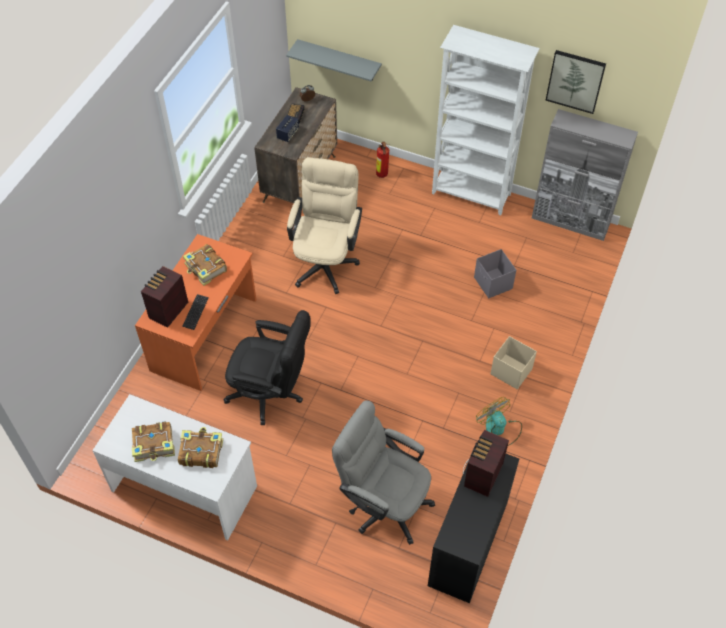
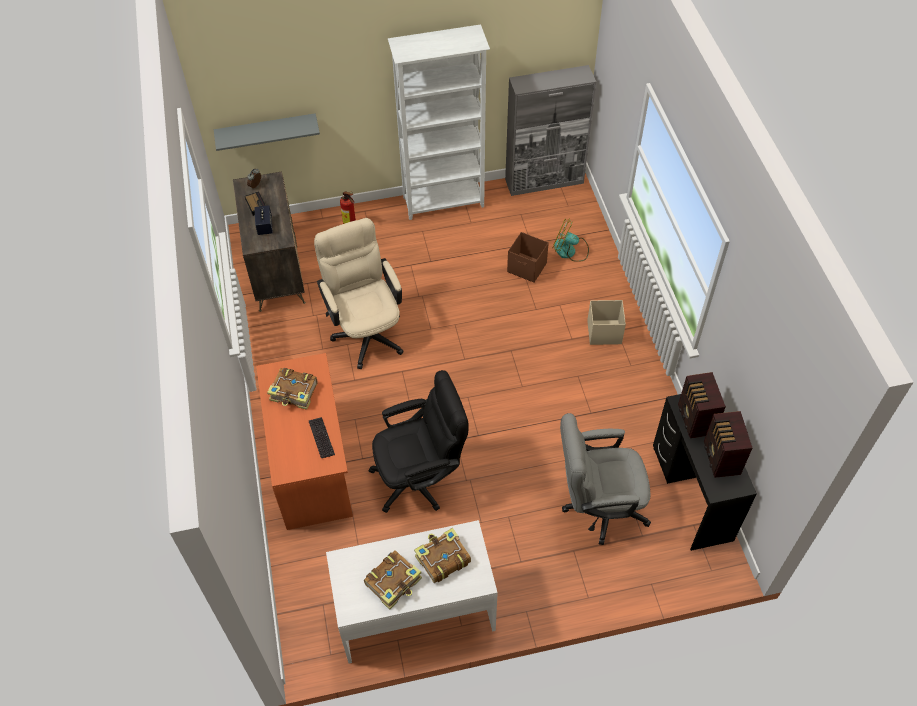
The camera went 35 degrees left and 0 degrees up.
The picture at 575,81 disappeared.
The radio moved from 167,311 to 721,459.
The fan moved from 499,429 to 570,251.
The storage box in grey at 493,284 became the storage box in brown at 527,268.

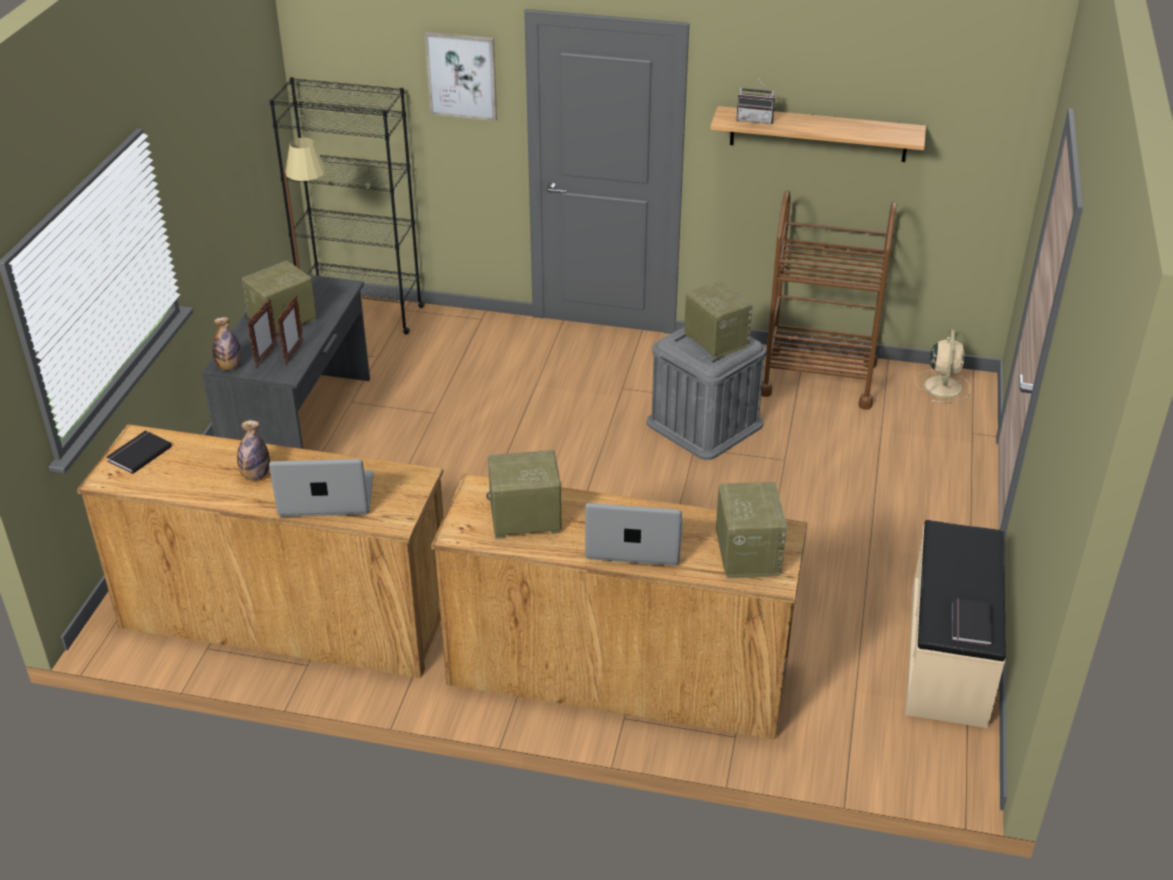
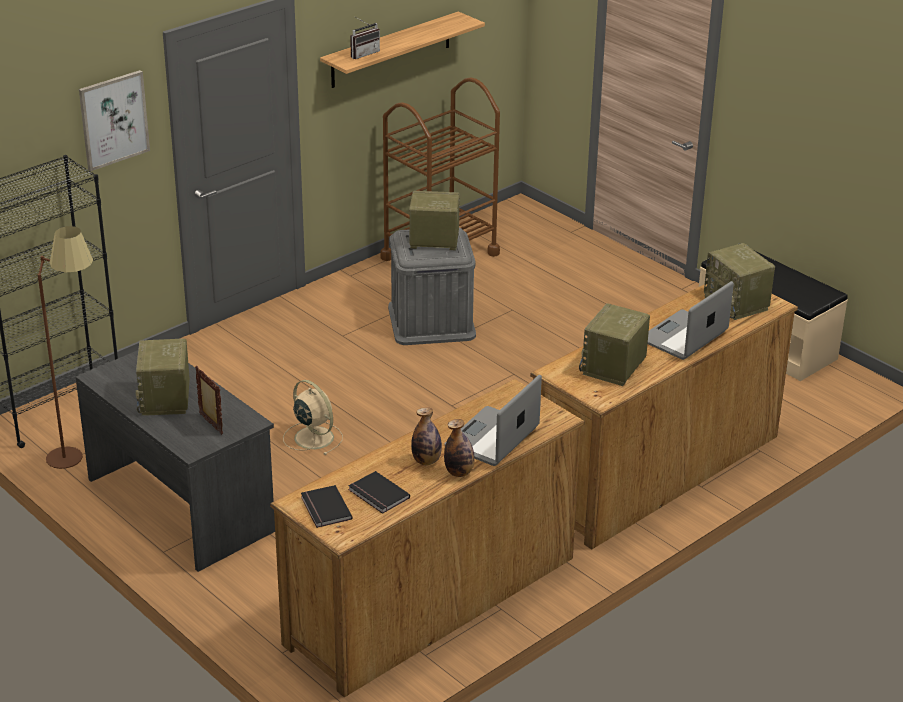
The camera went 55 degrees left and 5 degrees down.
The picture frame at 293,354 disappeared.
The bottle moved from 229,366 to 459,472.
The fan in beige moved from 942,386 to 312,437.
The book in black moved from 969,624 to 377,495.
The radio at 747,553 turned 150 degrees counterclockwise.

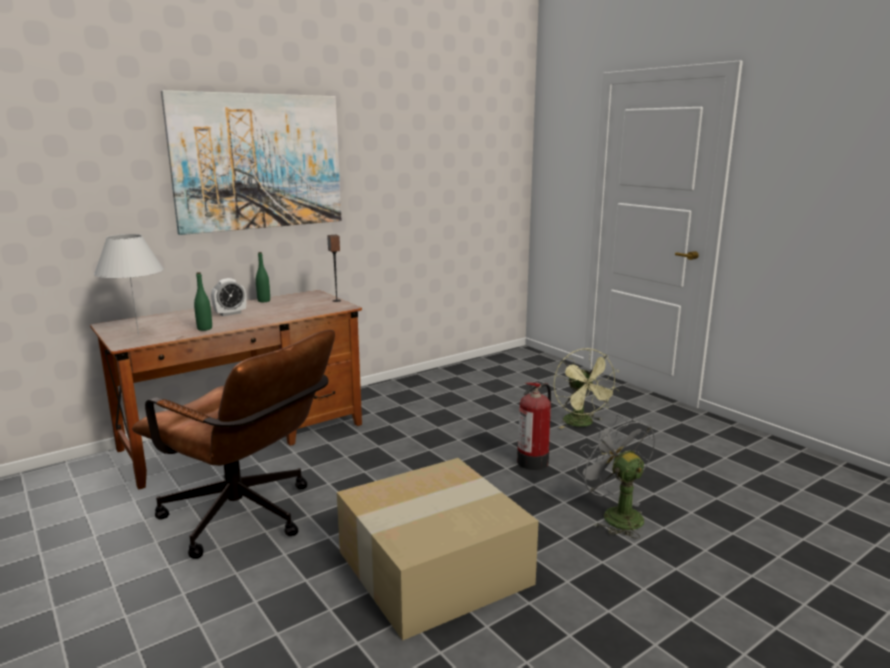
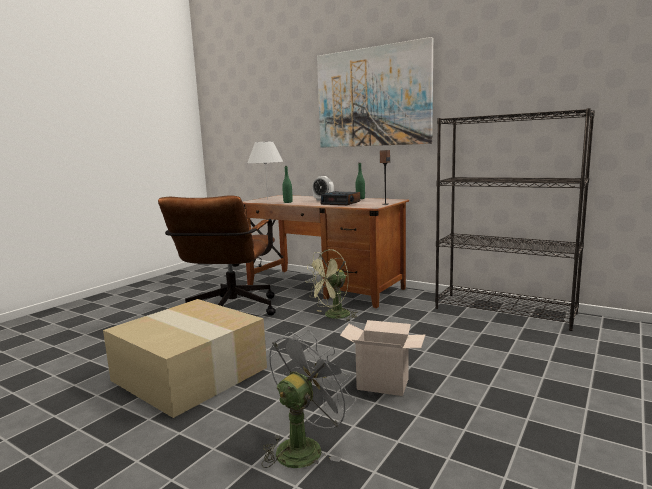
The camera went 70 degrees right and 5 degrees down.
The alarm clock at 341,203 appeared.
The bookcase in black at 505,311 appeared.
The fan in green moved from 582,424 to 333,316.
The fire extinguisher at 534,461 was replaced by the cardboard box at 384,384.

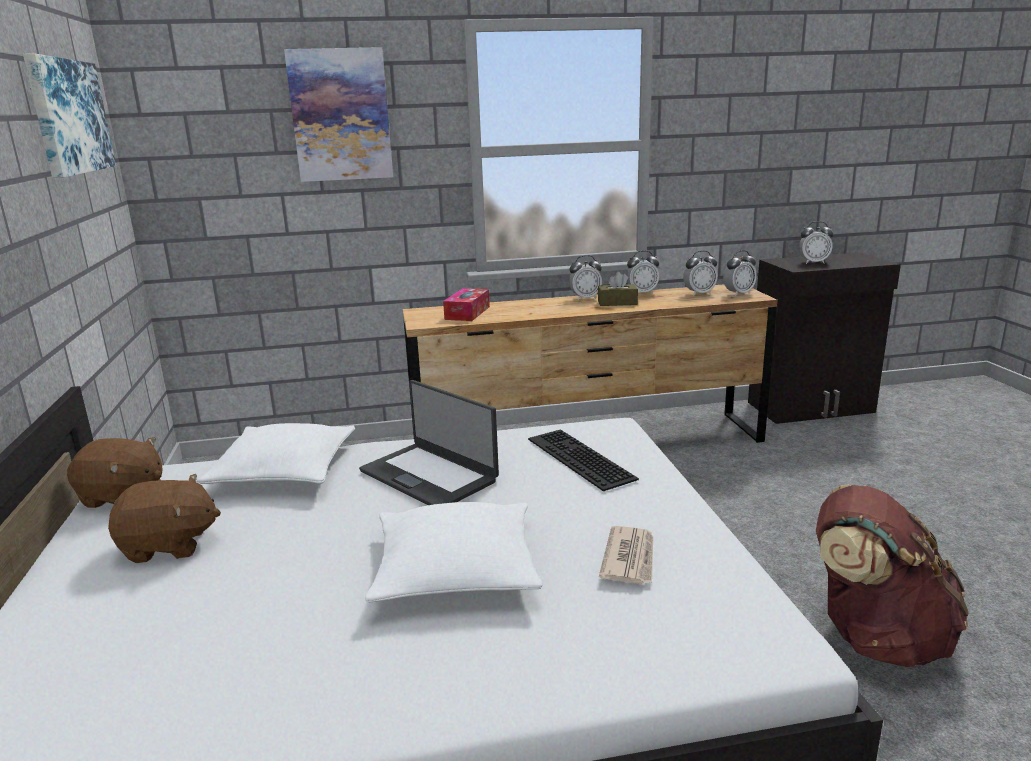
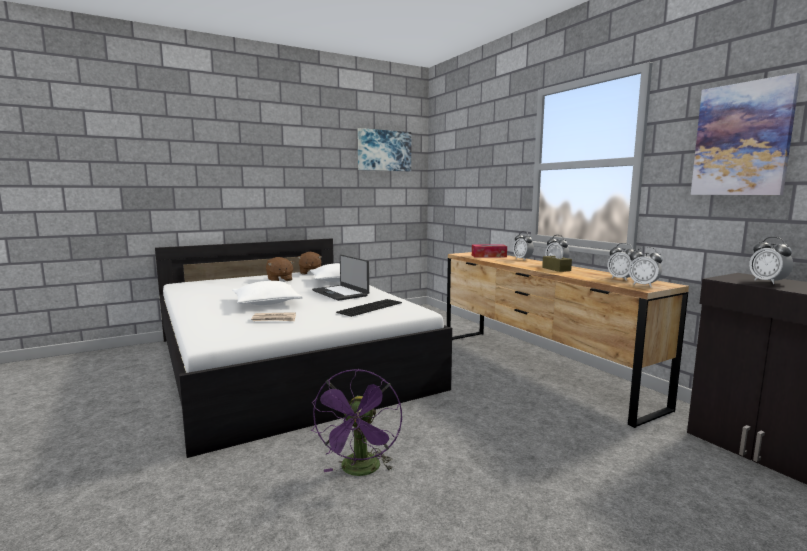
The camera went 70 degrees right and 10 degrees down.
The picture moved from 341,115 to 742,139.
The alarm clock moved from 642,293 to 522,259.
The backpack in brown at 875,636 was replaced by the fan in purple at 360,471.
The laptop at 429,475 turned 60 degrees counterclockwise.

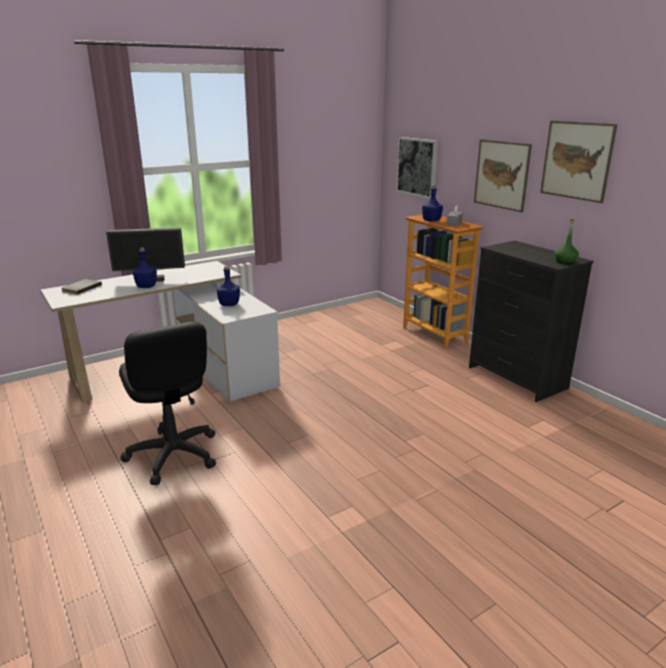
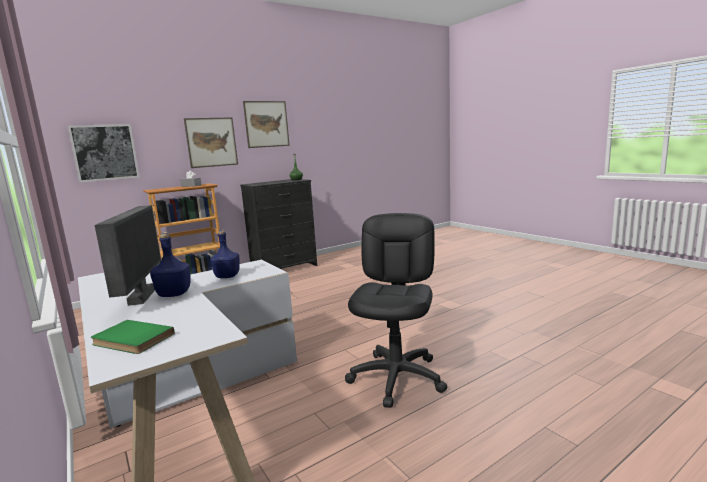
The camera went 90 degrees left and 10 degrees down.
The bottle in blue at 431,220 disappeared.
The book in grey at 80,288 became the book in green at 131,340.
The office chair in black at 173,455 turned 45 degrees counterclockwise.

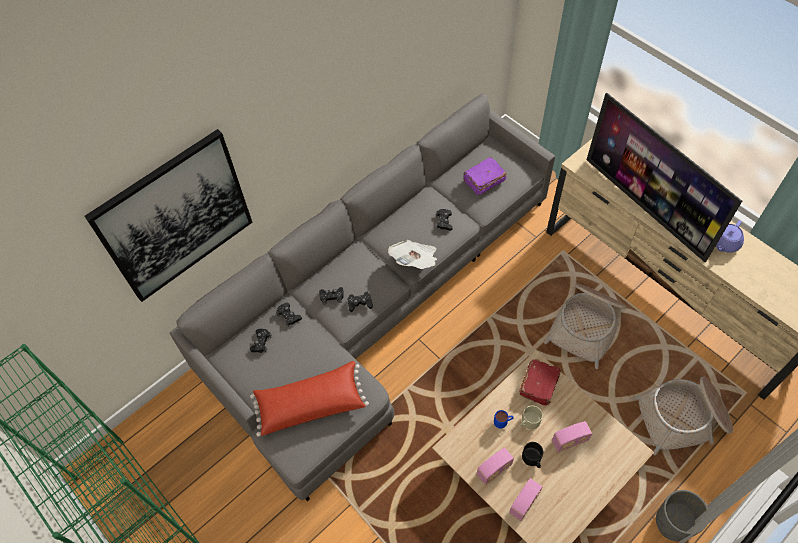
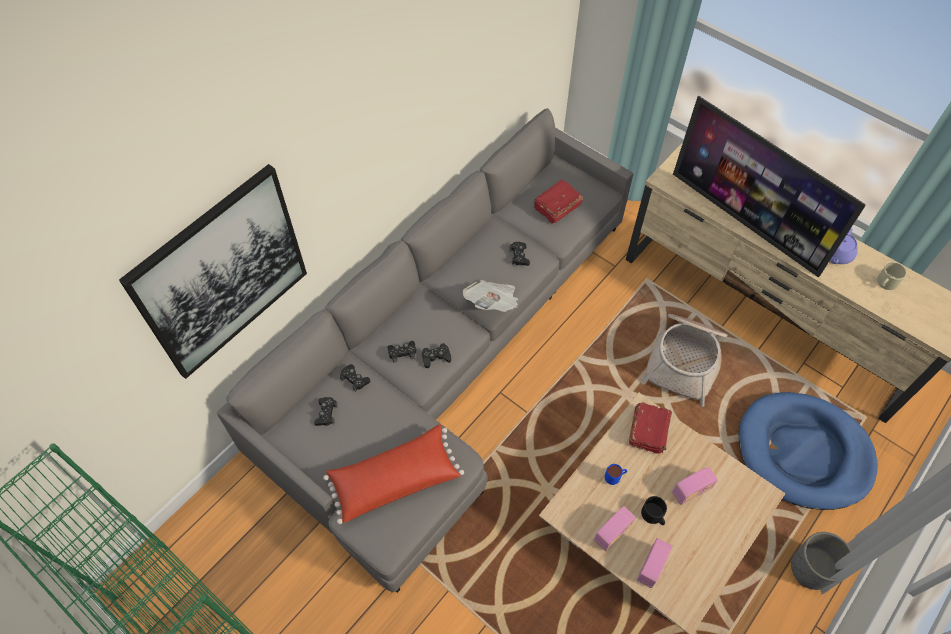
The camera went 10 degrees left and 0 degrees up.
The mug in beige moved from 529,422 to 885,283.
The basket at 683,419 was replaced by the dog bed in blue at 803,453.
The book in purple at 483,181 became the book in red at 556,207.

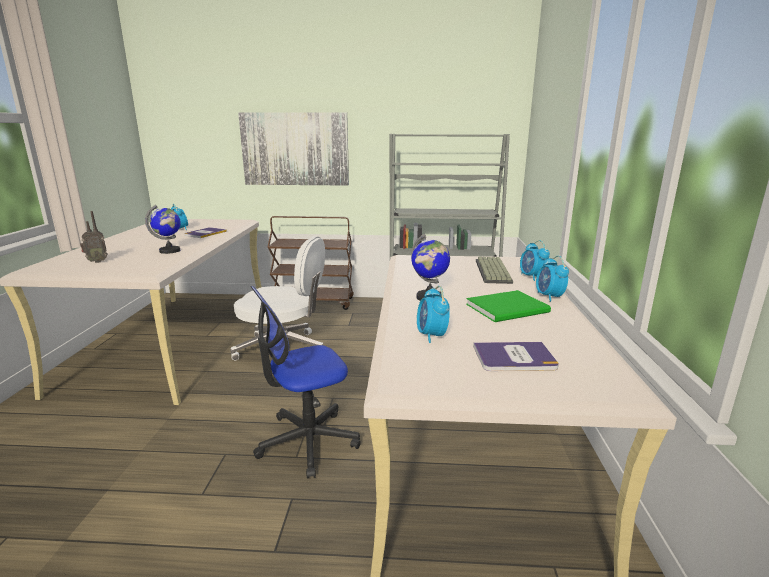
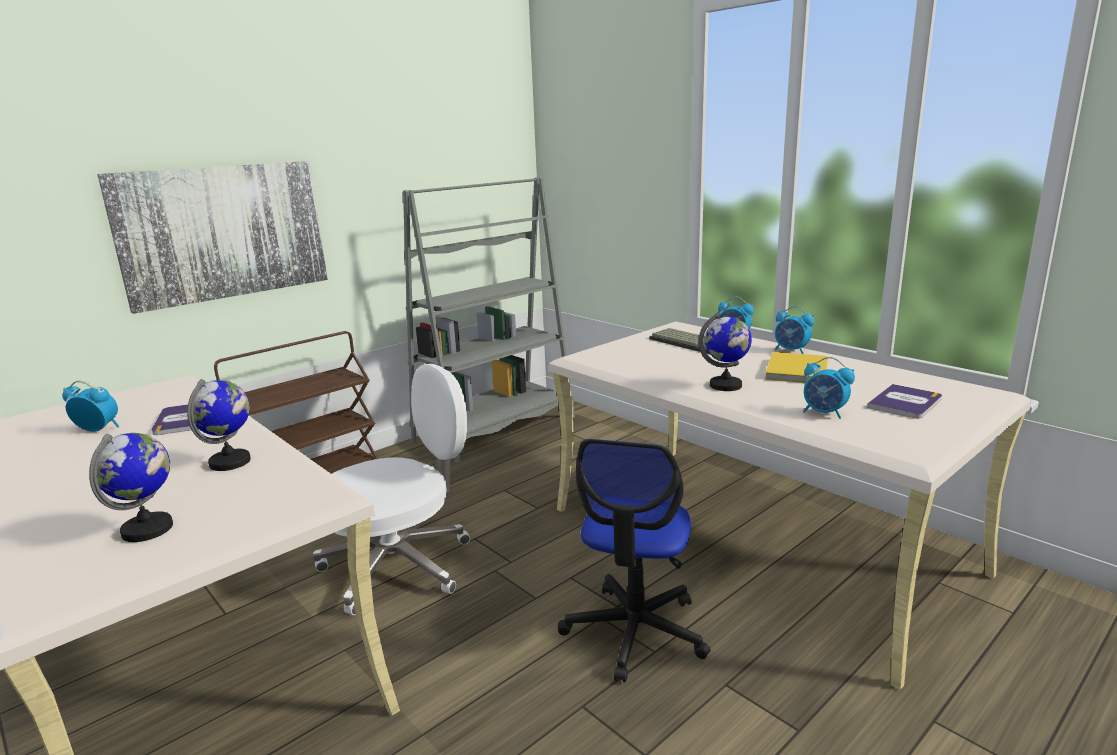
The camera went 45 degrees left and 0 degrees up.
The radio at 97,261 was replaced by the globe at 148,529.
The book in green at 510,308 became the book in yellow at 799,370.

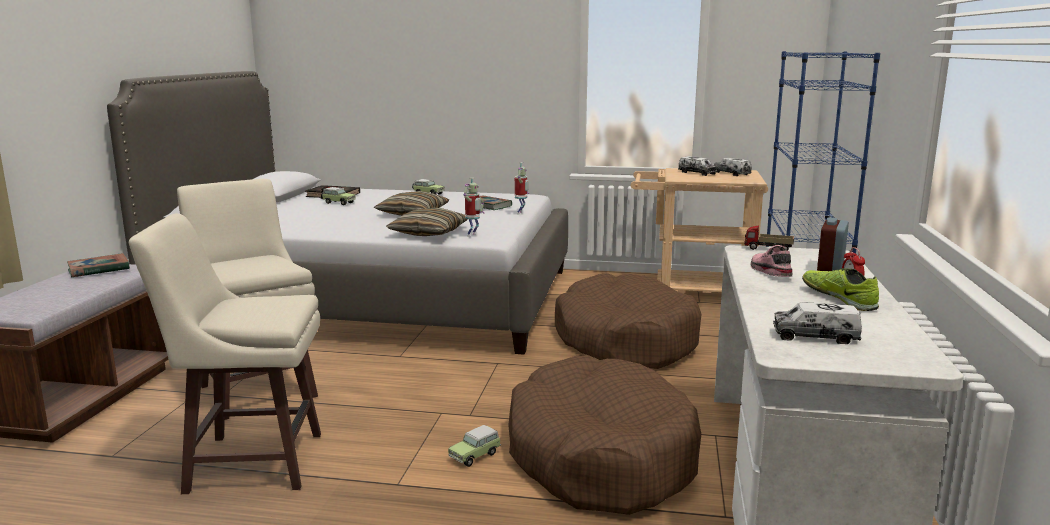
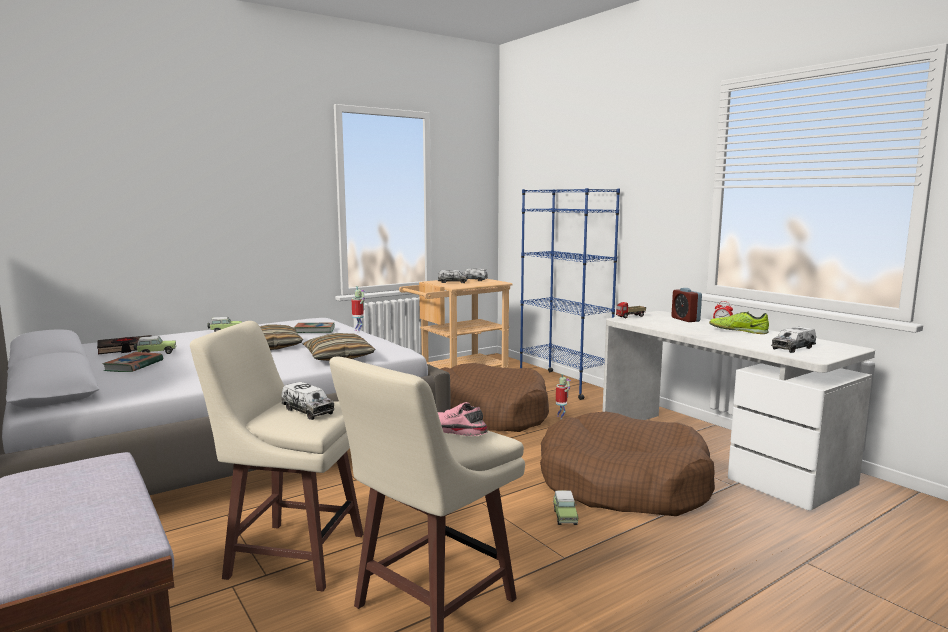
The camera went 45 degrees left and 5 degrees down.
The toy truck at 307,411 appeared.
The book moved from 99,269 to 134,366.
The toy robot moved from 473,235 to 561,417.
The shoe in pink moved from 769,272 to 455,431.

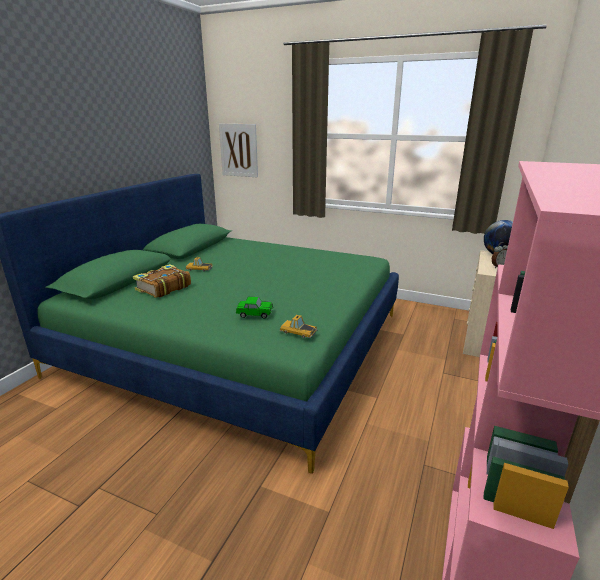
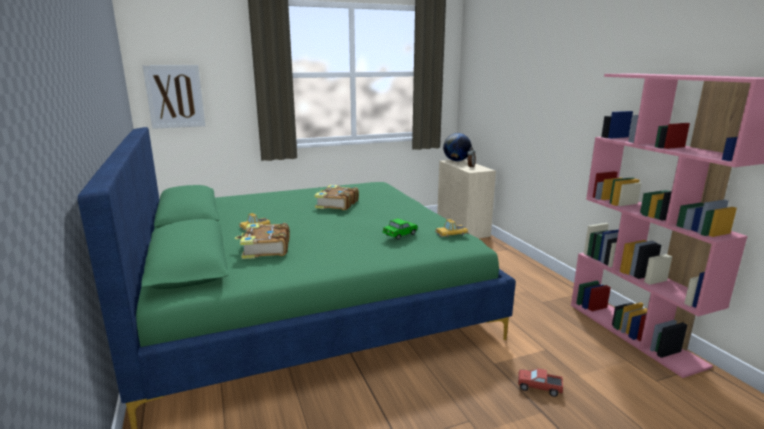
The camera went 45 degrees left and 5 degrees down.
The book at 336,204 appeared.
The toy truck at 539,388 appeared.

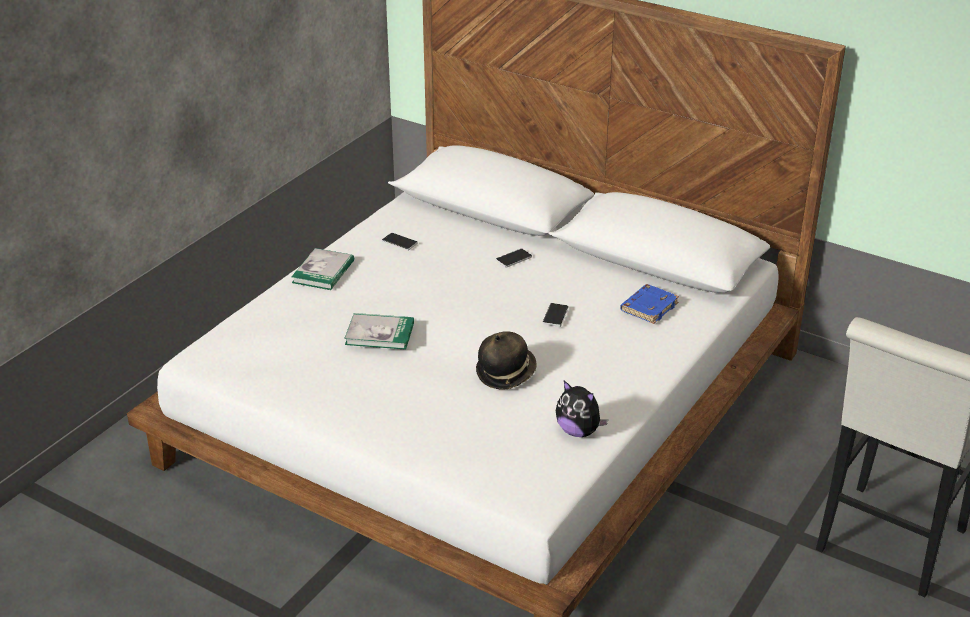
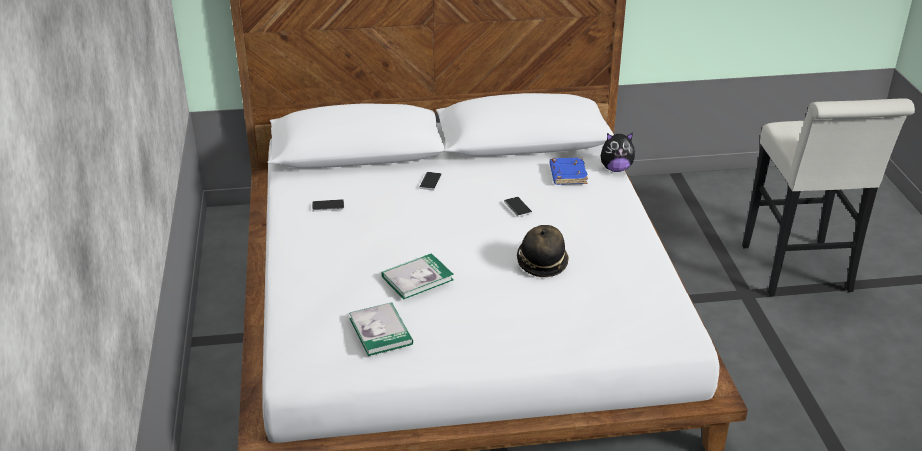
The camera went 40 degrees left and 0 degrees up.
The book moved from 323,272 to 381,331.
The plush toy moved from 578,431 to 616,169.

